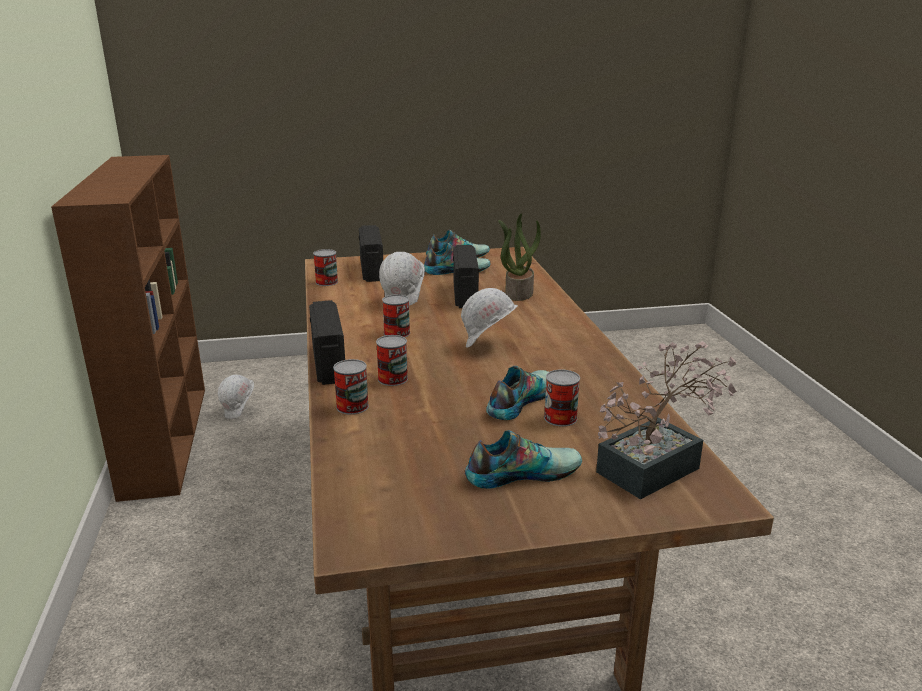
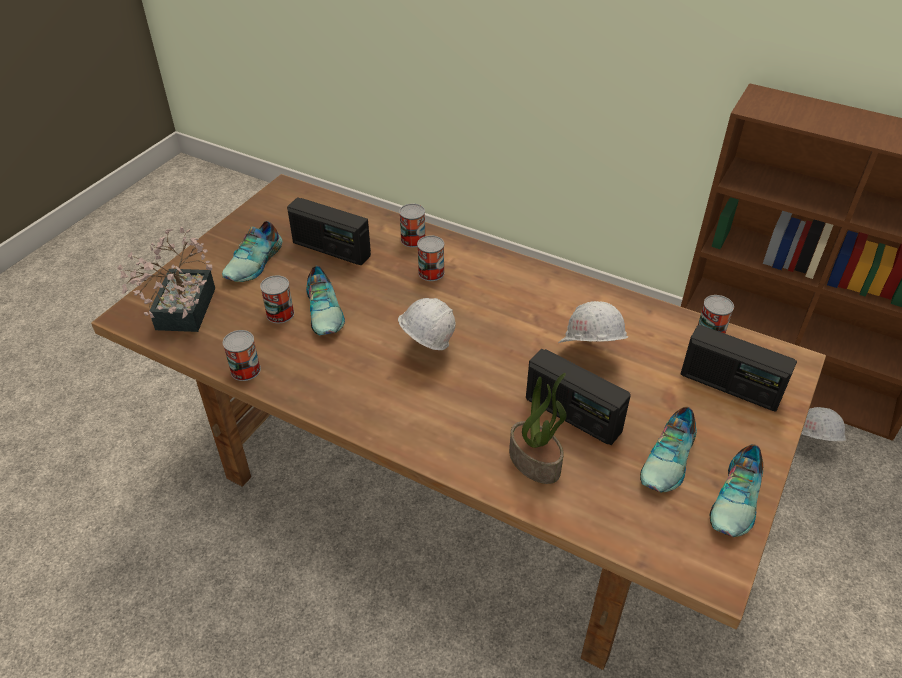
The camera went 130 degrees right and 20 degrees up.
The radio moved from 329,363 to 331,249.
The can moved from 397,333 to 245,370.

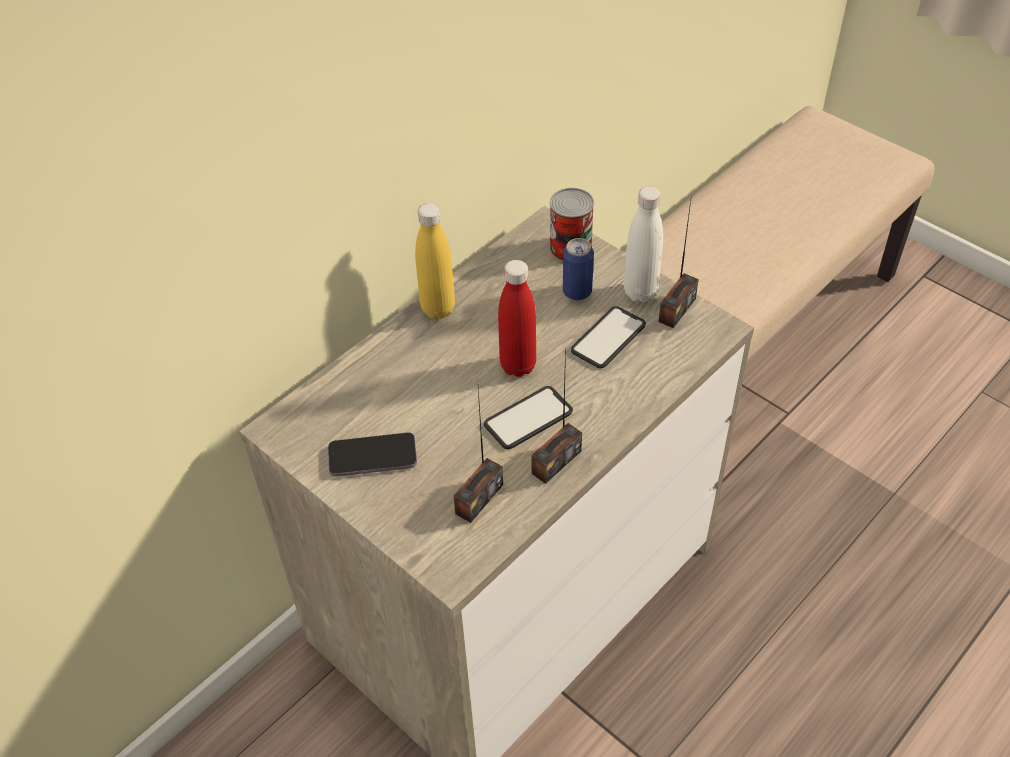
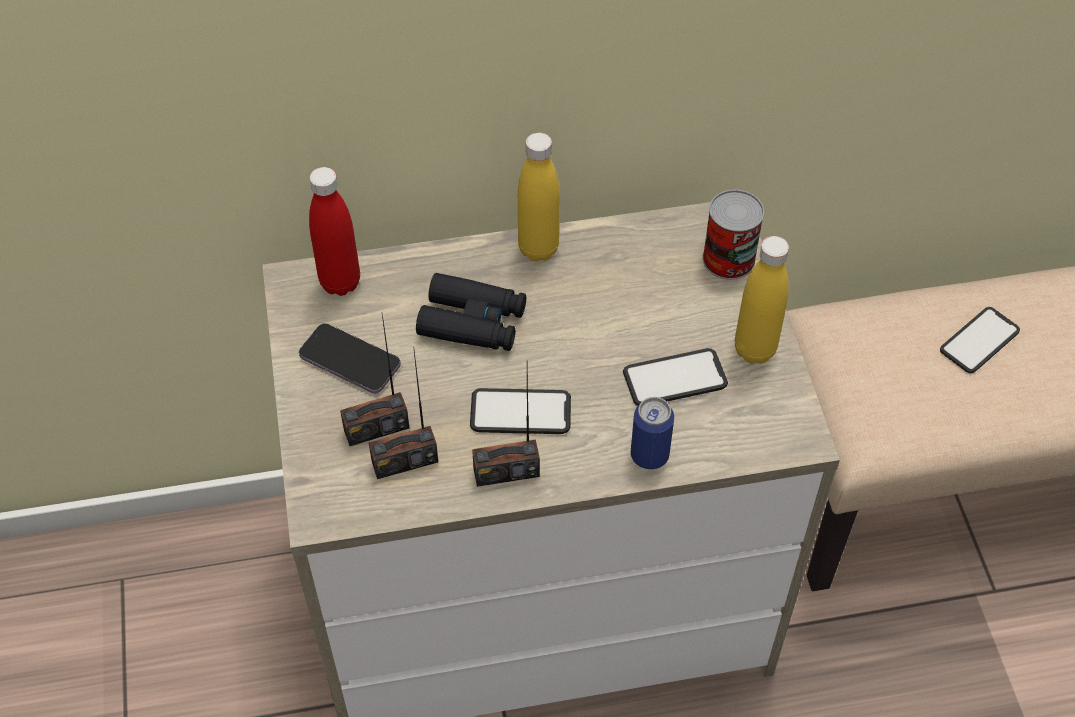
The camera went 35 degrees right and 5 degrees up.
The binoculars in black at 473,322 appeared.
The phone at 979,341 appeared.
The bottle in red moved from 518,366 to 340,282.
The can moved from 577,292 to 649,455.
The radio moved from 676,310 to 376,428.
The bottle in white at 640,292 became the bottle in yellow at 754,349.

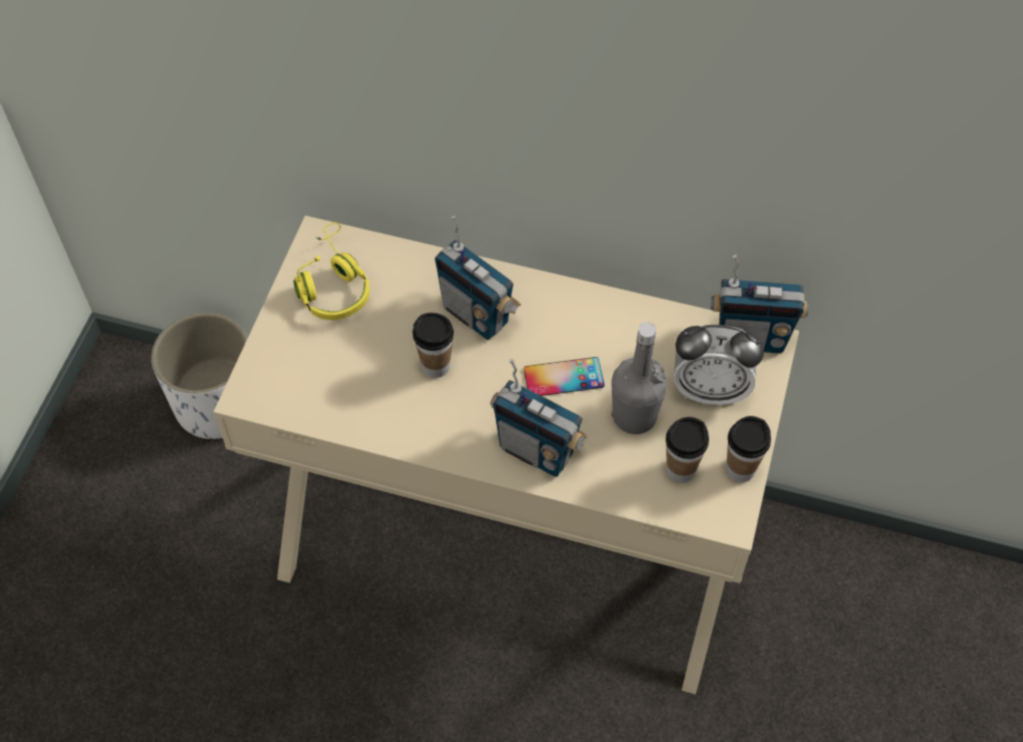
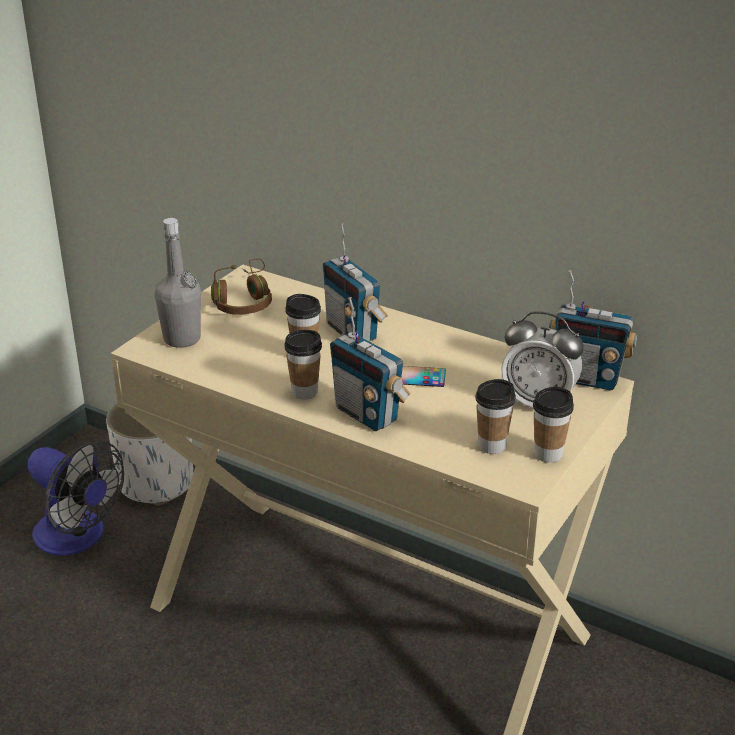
The camera went 15 degrees right and 25 degrees down.
The fan at 78,537 appeared.
The cup at 304,392 appeared.
The bottle in grey moved from 634,416 to 182,339.
The headphones in yellow at 332,285 became the headphones in brown at 243,300.

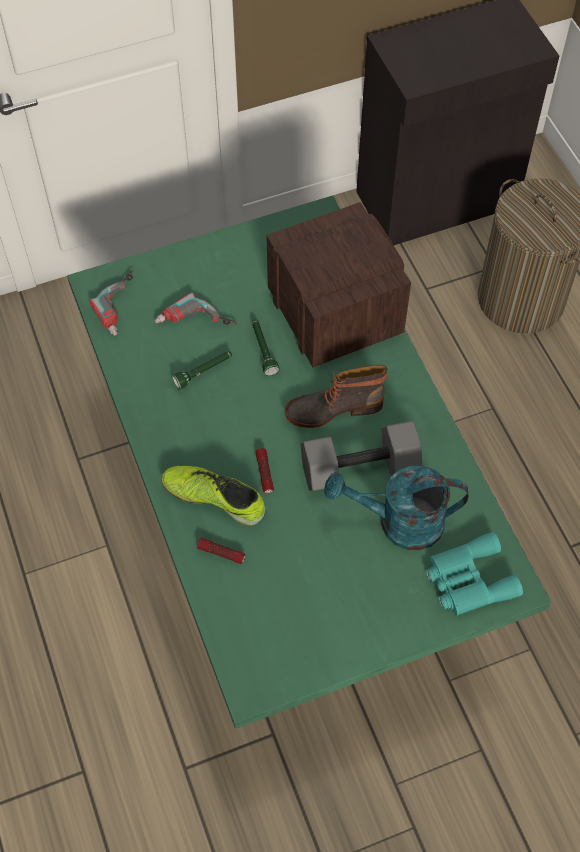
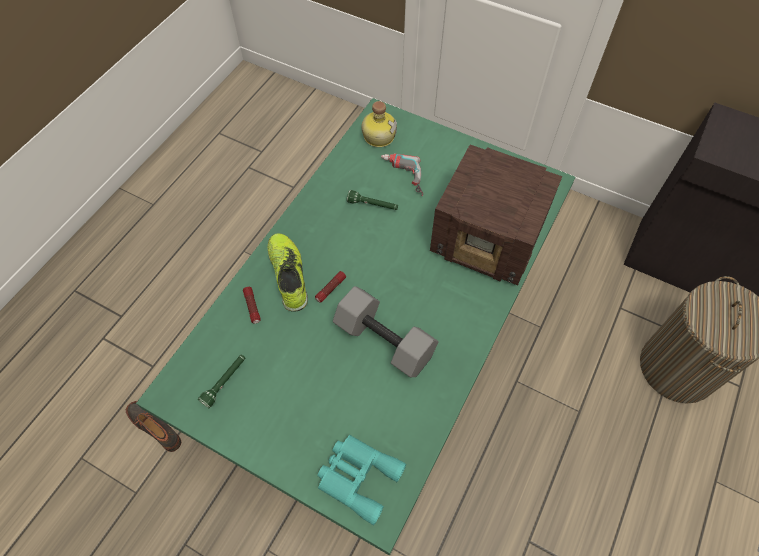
The camera went 50 degrees right and 0 degrees up.
The watering can in turquoise at 399,523 disappeared.
The flashlight in green moved from 263,350 to 225,382.
The boot moved from 333,408 to 156,426.
The power drill at 123,306 was replaced by the bottle at 378,136.
The radio at 334,312 turned 90 degrees clockwise.

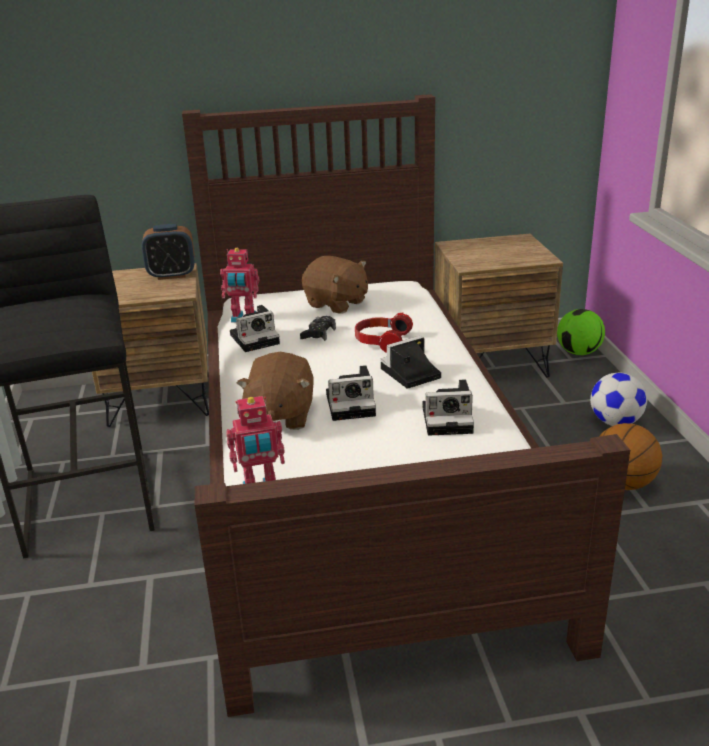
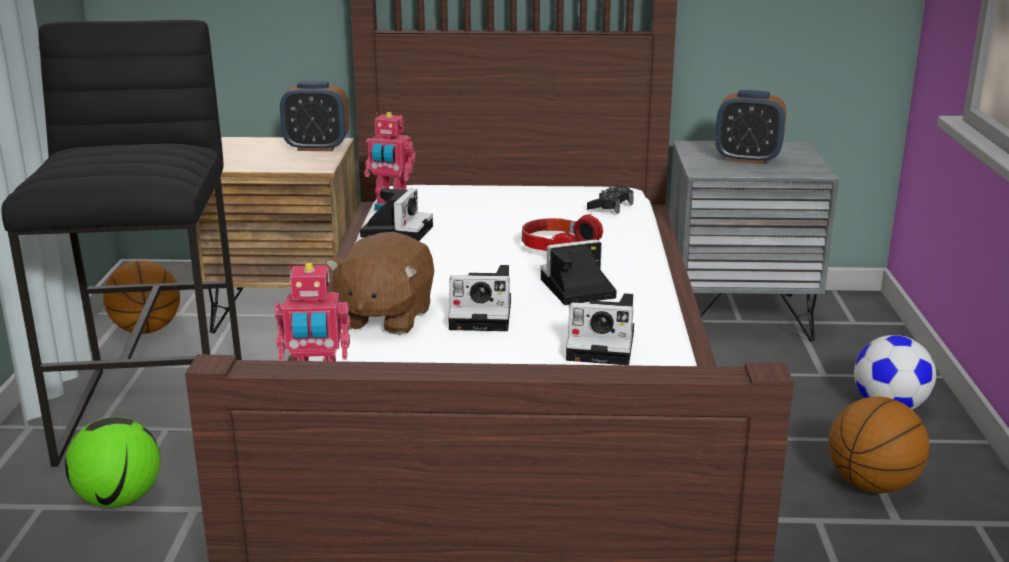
The camera went 10 degrees right and 5 degrees down.
The plush toy in brown at 336,304 disappeared.
The basketball at 146,330 appeared.
The alarm clock at 747,159 appeared.
The game controller in black moved from 318,333 to 610,206.
The football moved from 578,352 to 119,499.
The nightstand in brown at 491,363 became the nightstand in grey at 737,315.
The photo camera at 256,338 turned 60 degrees counterclockwise.

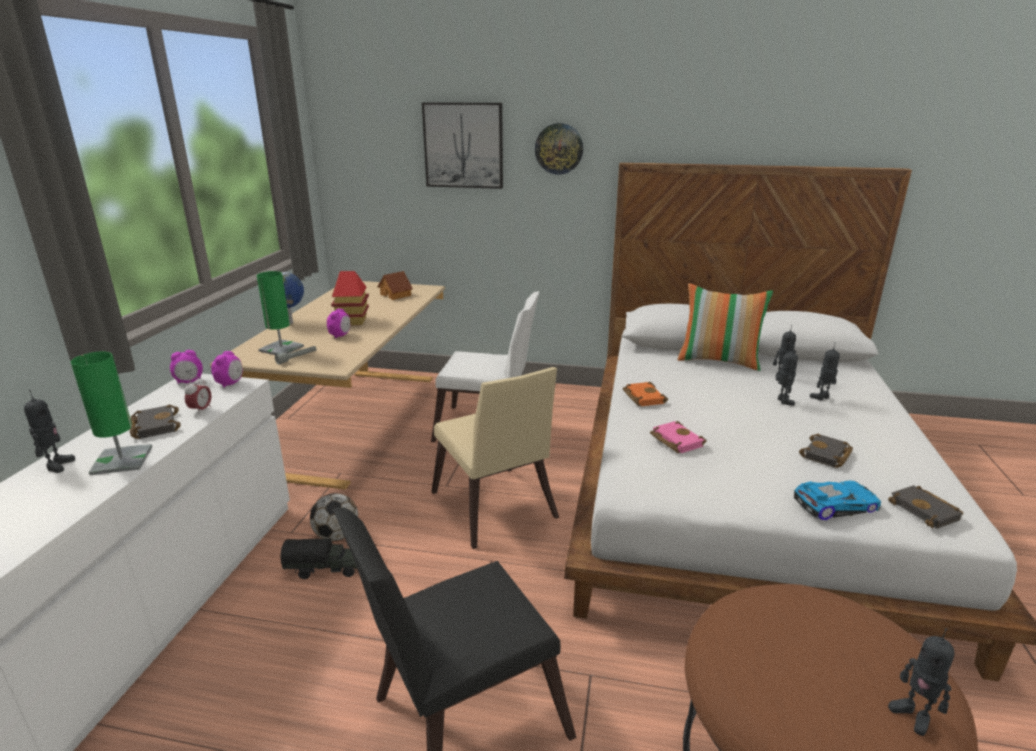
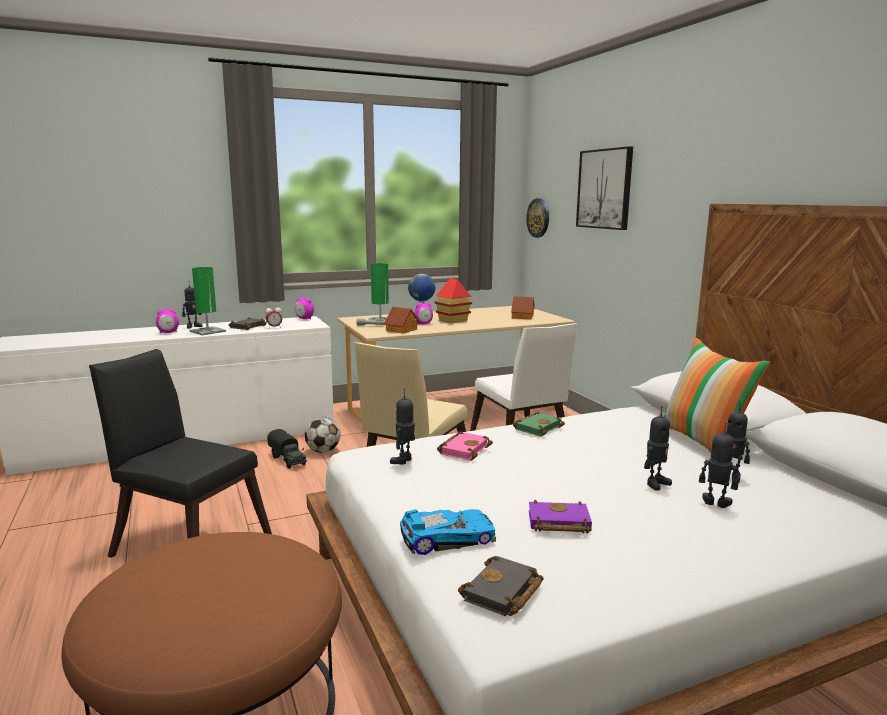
The camera went 55 degrees right and 10 degrees down.
The toy house at 402,330 appeared.
The alarm clock moved from 230,383 to 168,332.
The wall clock moved from 559,149 to 538,218.
The toy robot moved from 913,715 to 404,461.
The book in orange at 642,397 became the book in green at 537,427.
The book in black at 826,455 became the book in purple at 557,523.
The toy car at 834,504 turned 60 degrees counterclockwise.

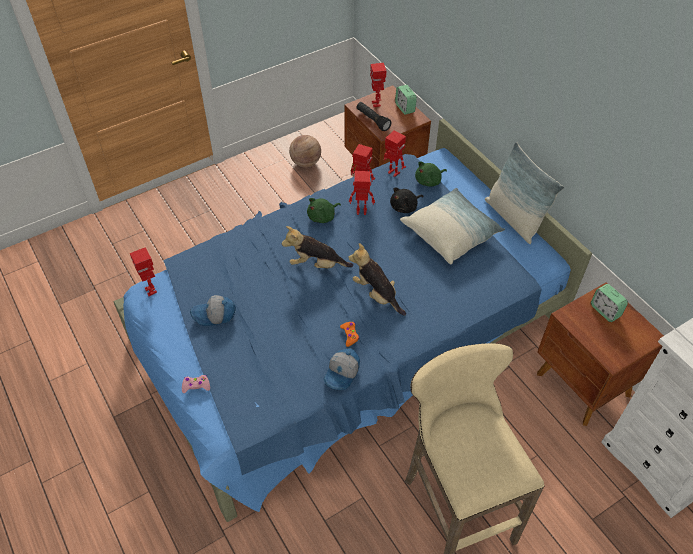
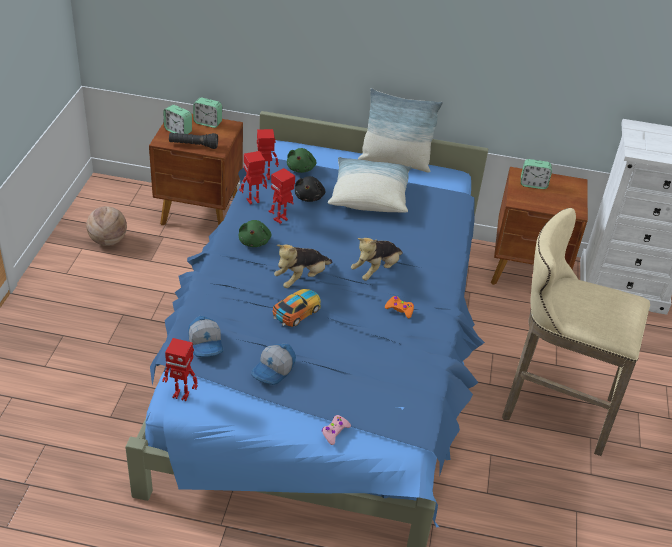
The camera went 50 degrees left and 10 degrees down.
The toy car at 297,311 appeared.
The cap moved from 342,374 to 206,344.
The toy robot at 376,104 was replaced by the alarm clock at 178,131.
The plush toy at 376,294 turned 45 degrees counterclockwise.

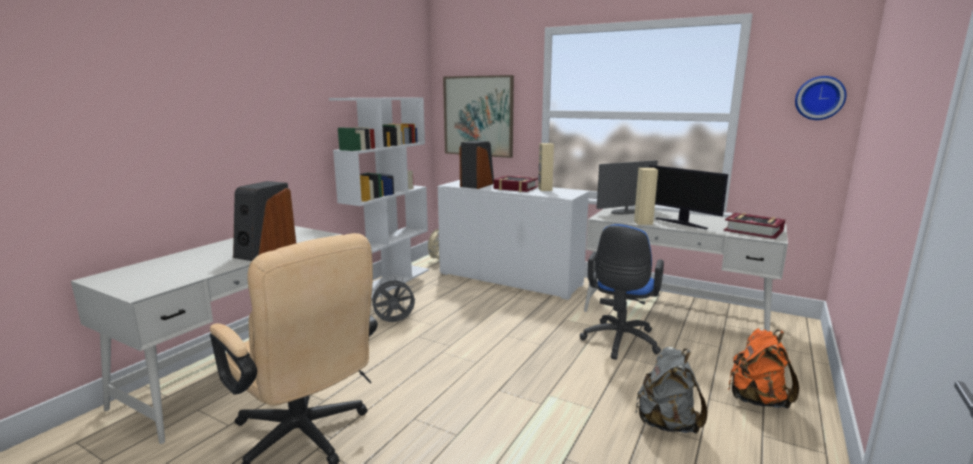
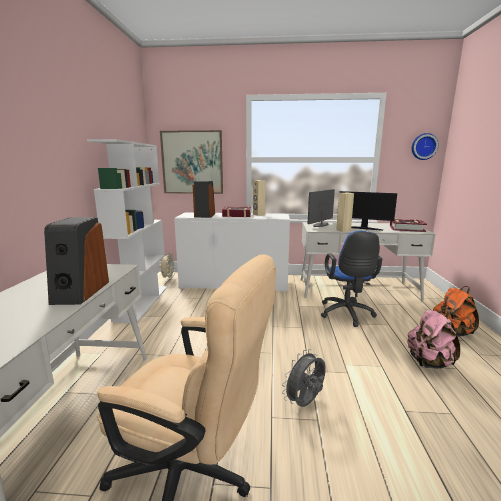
The camera went 25 degrees left and 0 degrees up.
The fan in grey moved from 394,322 to 305,403.
The backpack in grey at 666,423 became the backpack in pink at 429,362.

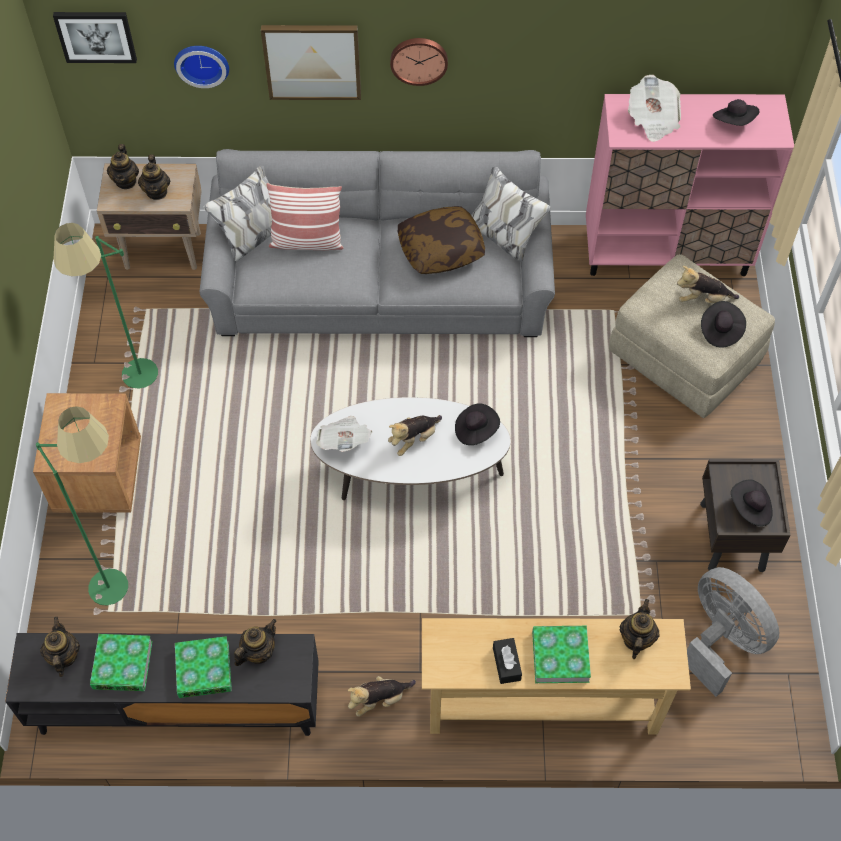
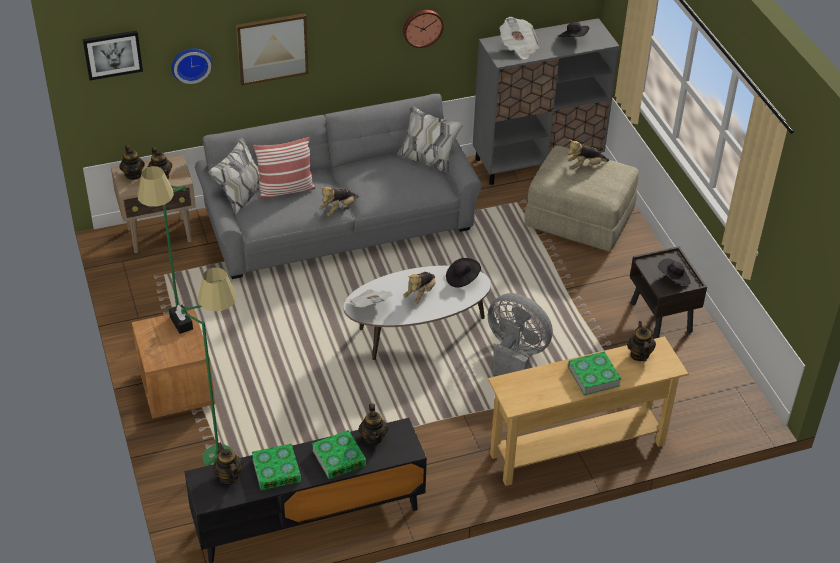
The camera went 20 degrees left and 15 degrees down.
The pillow at 441,249 disappeared.
The hat in black at 720,330 disappeared.
The plush toy moved from 379,700 to 338,209.
The wall clock moved from 419,59 to 422,27.
The tissue box in black moved from 506,664 to 181,323.
The fan in grey moved from 721,639 to 515,355.
The cabinet in pink at 666,253 became the cabinet in grey at 537,161.
The teapot at 258,652 turned 150 degrees clockwise.

